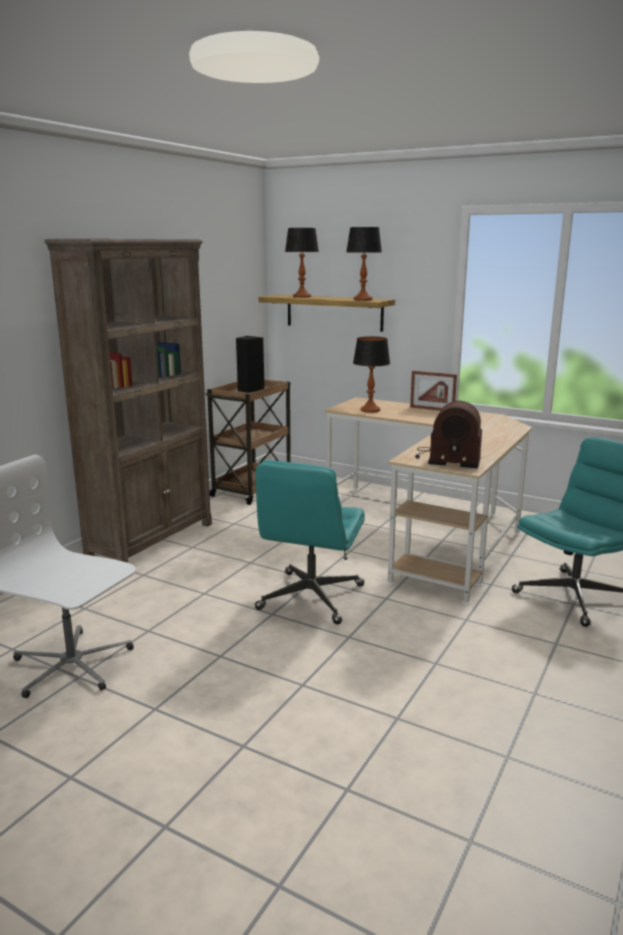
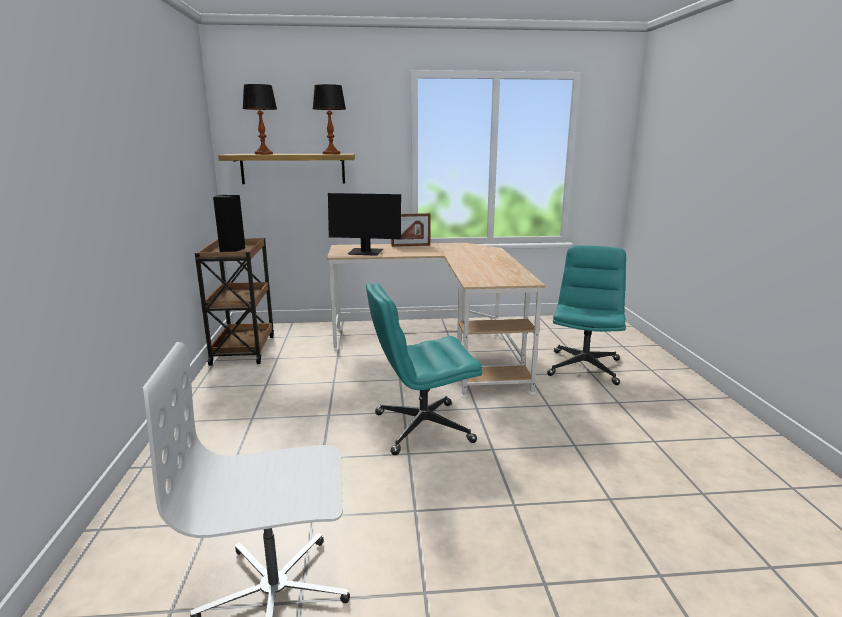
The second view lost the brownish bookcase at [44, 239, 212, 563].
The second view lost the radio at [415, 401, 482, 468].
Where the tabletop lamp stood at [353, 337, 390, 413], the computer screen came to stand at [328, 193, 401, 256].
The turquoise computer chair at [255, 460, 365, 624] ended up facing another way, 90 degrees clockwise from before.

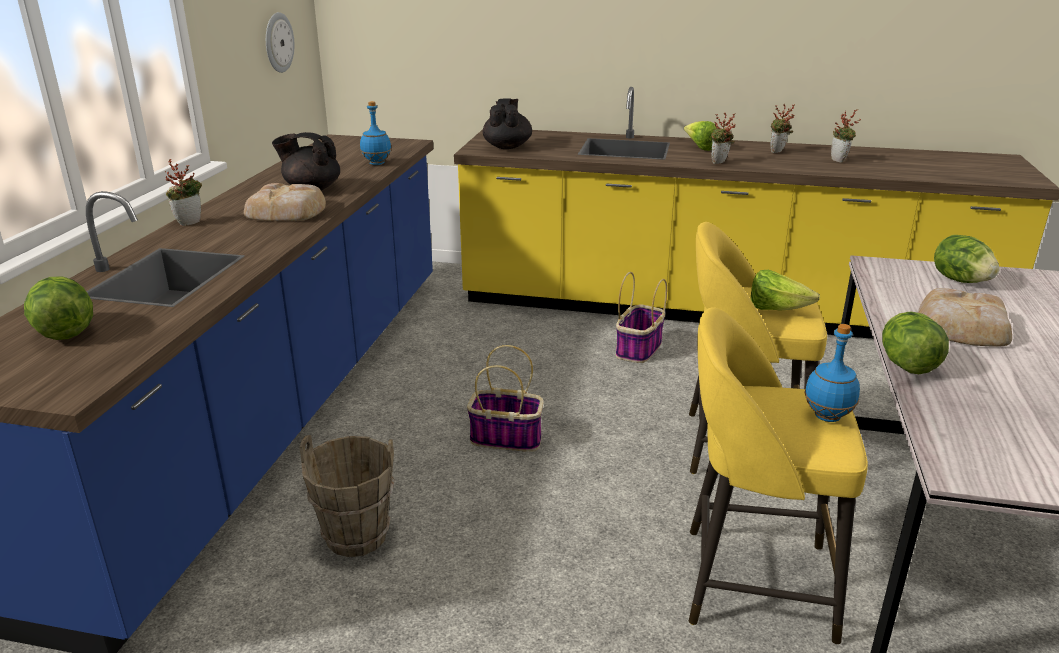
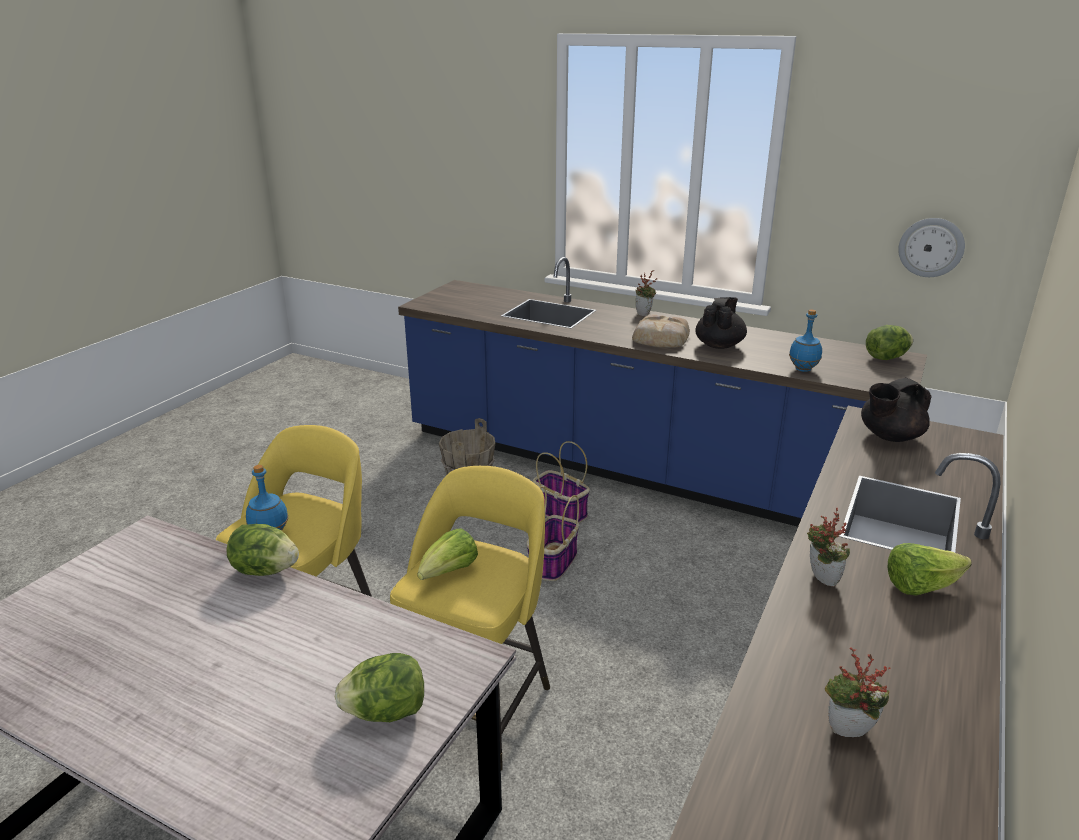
The second view lost the potted plant at [770, 104, 795, 153].
The second view lost the bakery bread at [918, 288, 1012, 347].
The lettuce ended up elsewhere, having gone from [24, 276, 93, 340] to [866, 325, 913, 360].
The basket ended up elsewhere, having gone from [616, 272, 667, 363] to [533, 441, 590, 523].
The black tea pot at [483, 98, 532, 149] ended up facing another way, 135 degrees clockwise from before.

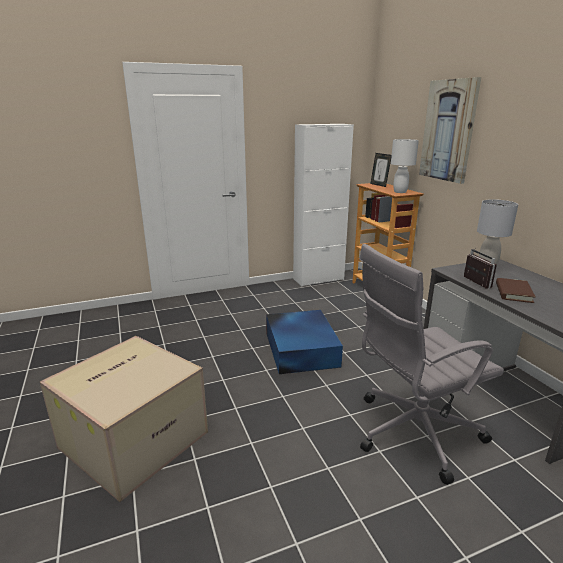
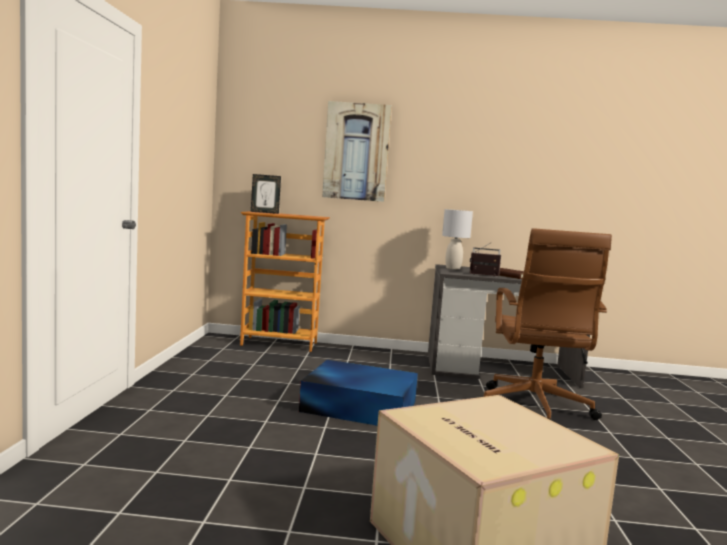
The second view lost the white cabinet at [293, 124, 354, 286].
The second view lost the white tabletop lamp at [391, 139, 419, 193].
What was the grey computer chair at [359, 244, 504, 485] turned into the brownish computer chair at [483, 228, 612, 422].

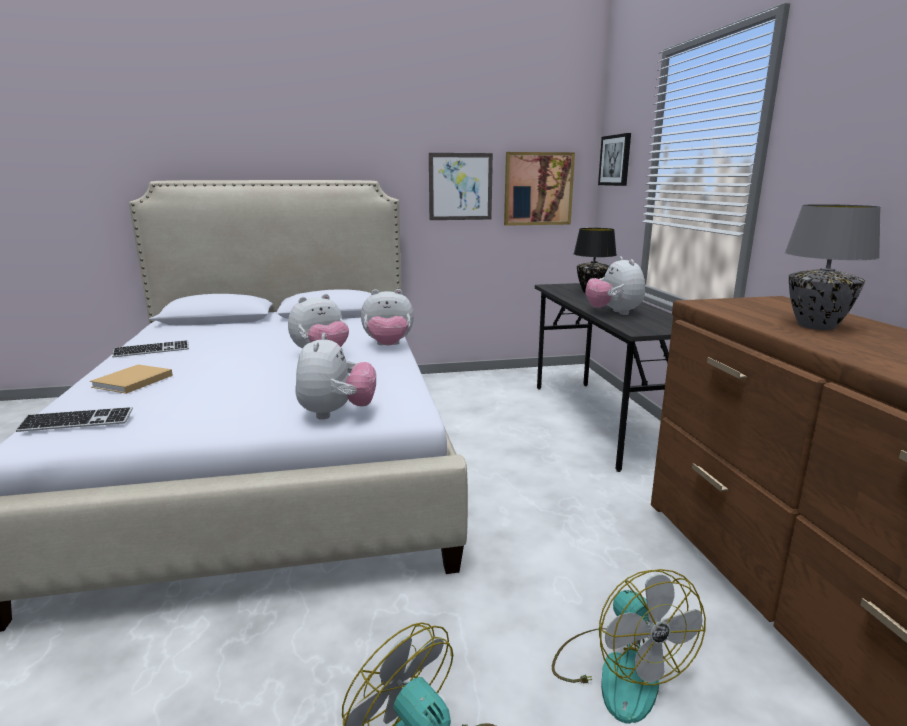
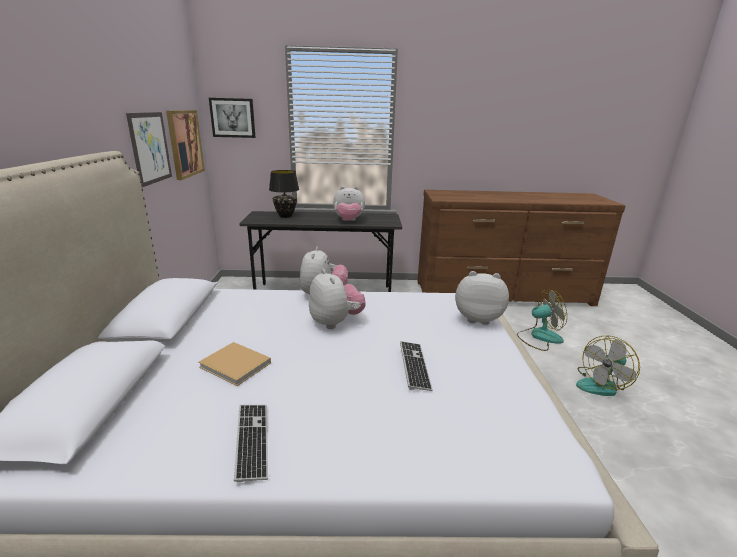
The second view lost the grey tabletop lamp at [785, 204, 881, 330].
The keyboard ended up elsewhere, having gone from [16, 407, 133, 432] to [400, 341, 433, 391].
The beige bound book ended up elsewhere, having gone from [90, 364, 173, 394] to [198, 342, 271, 386].

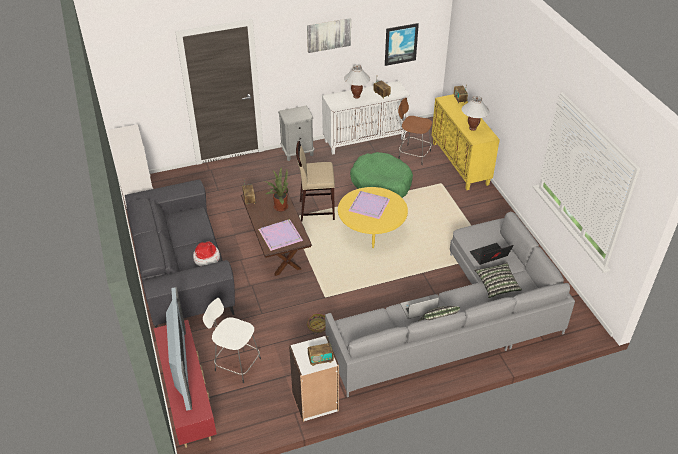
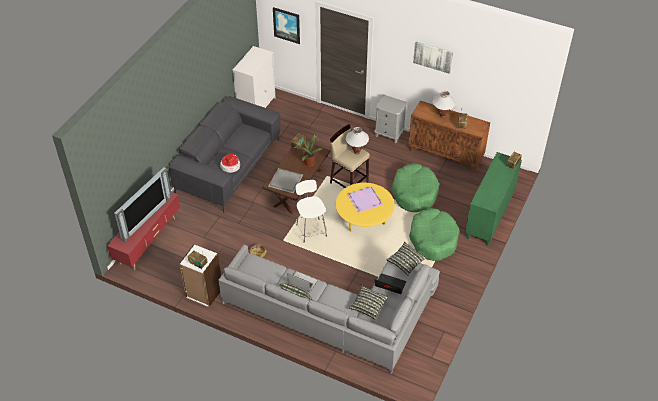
The second view lost the brownish stool at [398, 98, 432, 165].
The second view gained the pillow at [387, 242, 427, 275].
The second view gained the greenish dog bed at [409, 208, 459, 261].
The white stool ended up elsewhere, having gone from [203, 298, 261, 383] to [296, 180, 327, 242].
The picture ended up elsewhere, having gone from [385, 23, 419, 66] to [273, 7, 300, 44].
The white tabletop lamp ended up elsewhere, having gone from [462, 96, 489, 131] to [345, 127, 369, 154].
What was the purple-coloured tray at [258, 219, 303, 251] turned into the grey tray at [268, 168, 303, 193].
What was the white cabinet at [322, 81, 410, 155] turned into the brownish cabinet at [408, 101, 490, 172].
What was the yellow cabinet at [432, 94, 500, 190] turned into the greenish cabinet at [465, 152, 522, 246].

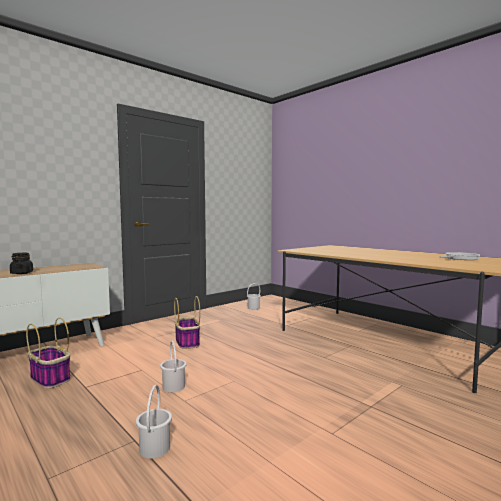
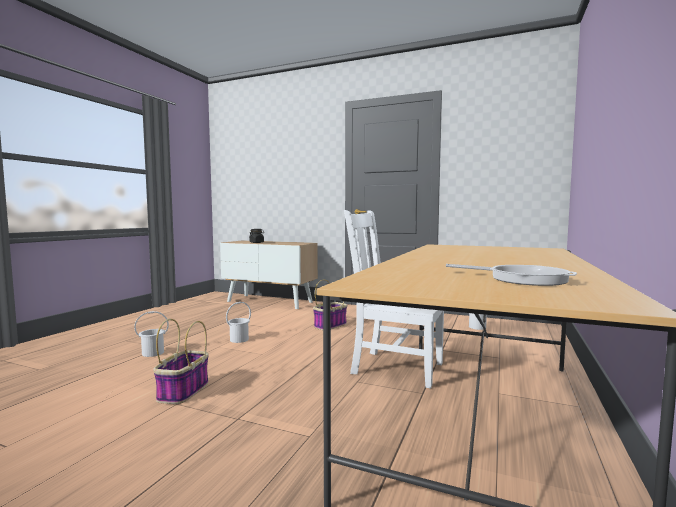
The second view gained the white plain chair at [344, 210, 444, 388].
The basket ended up elsewhere, having gone from [26, 318, 70, 389] to [153, 319, 209, 404].

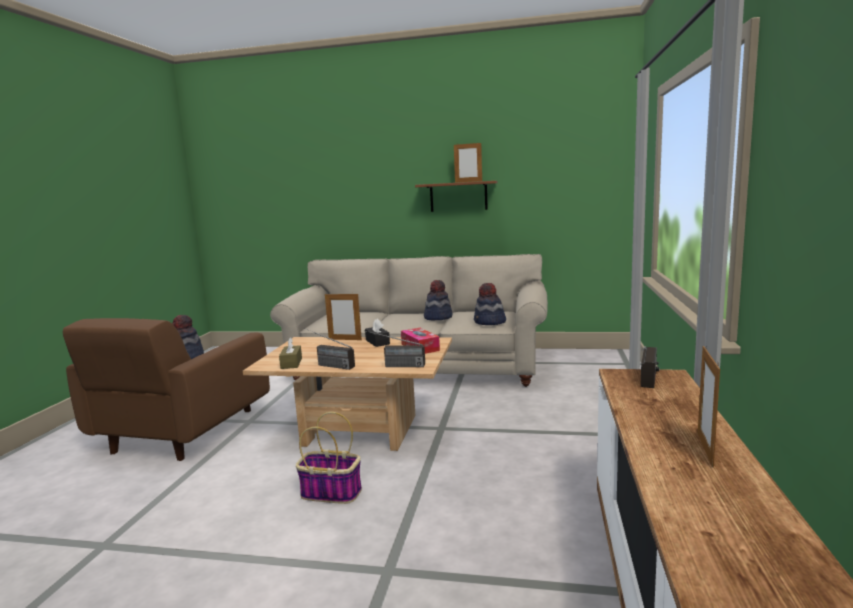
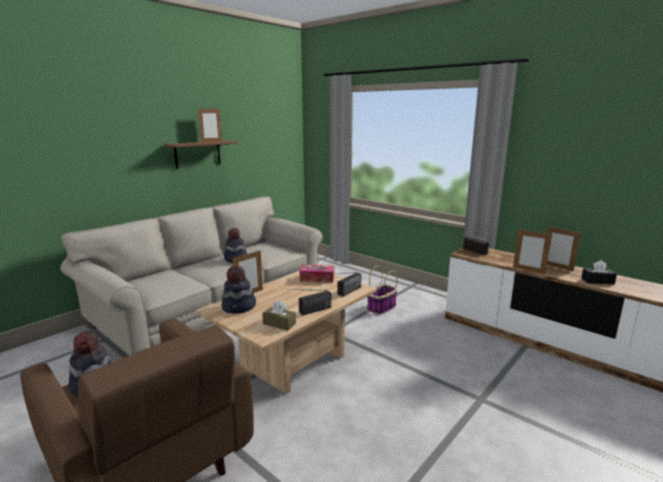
The second view gained the picture frame at [513, 229, 552, 274].
The basket ended up elsewhere, having gone from [296, 412, 362, 504] to [367, 266, 398, 315].
The black tissue box ended up elsewhere, having gone from [365, 319, 390, 347] to [581, 260, 617, 284].
The wearable hat ended up elsewhere, having gone from [474, 283, 506, 325] to [222, 265, 256, 314].

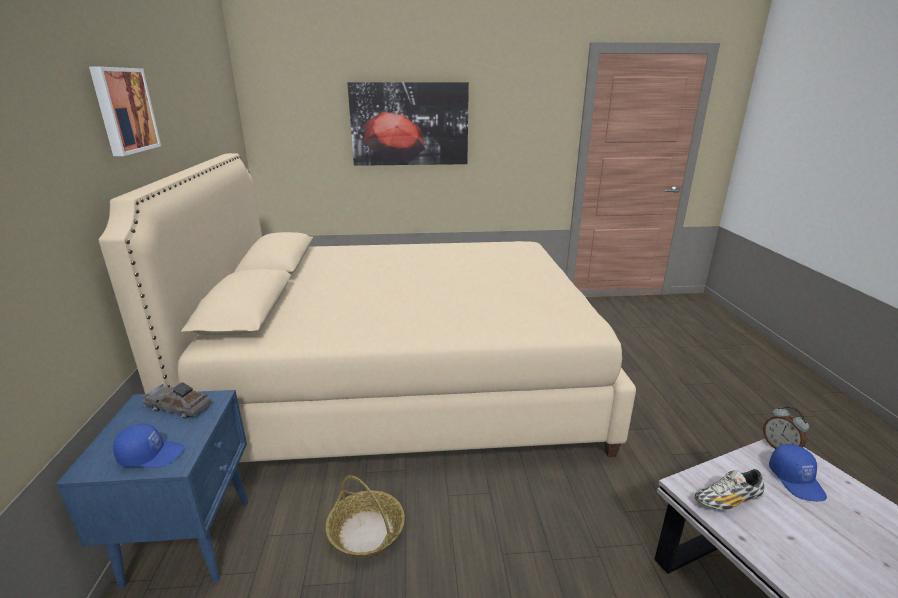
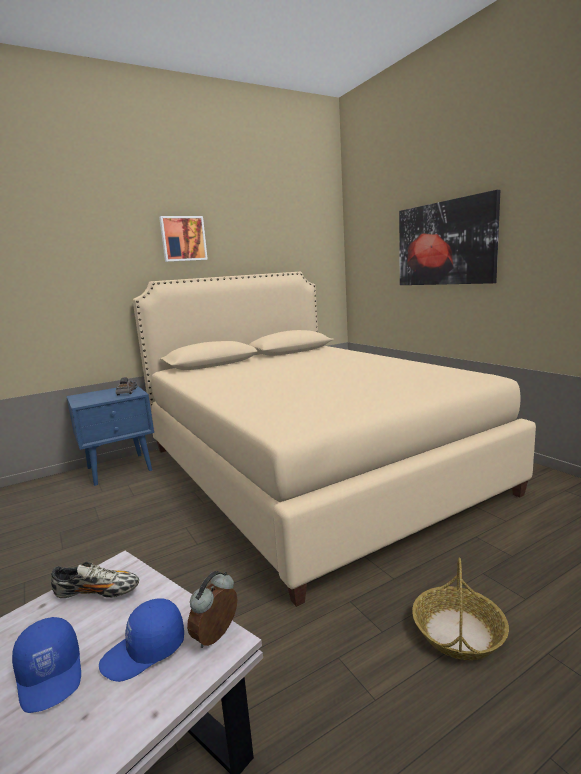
The blue baseball cap ended up elsewhere, having gone from [113, 424, 184, 468] to [12, 617, 81, 713].
The basket ended up elsewhere, having gone from [326, 475, 405, 558] to [412, 558, 509, 660].
The shoe at [695, 469, 764, 510] ended up facing another way, 135 degrees clockwise from before.

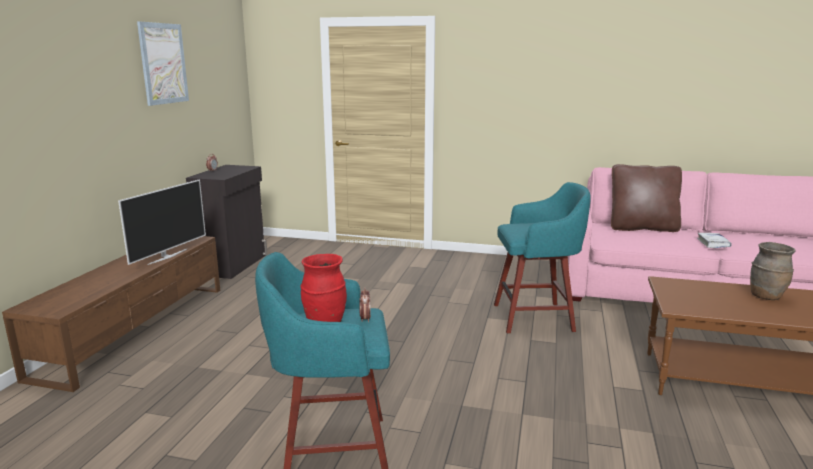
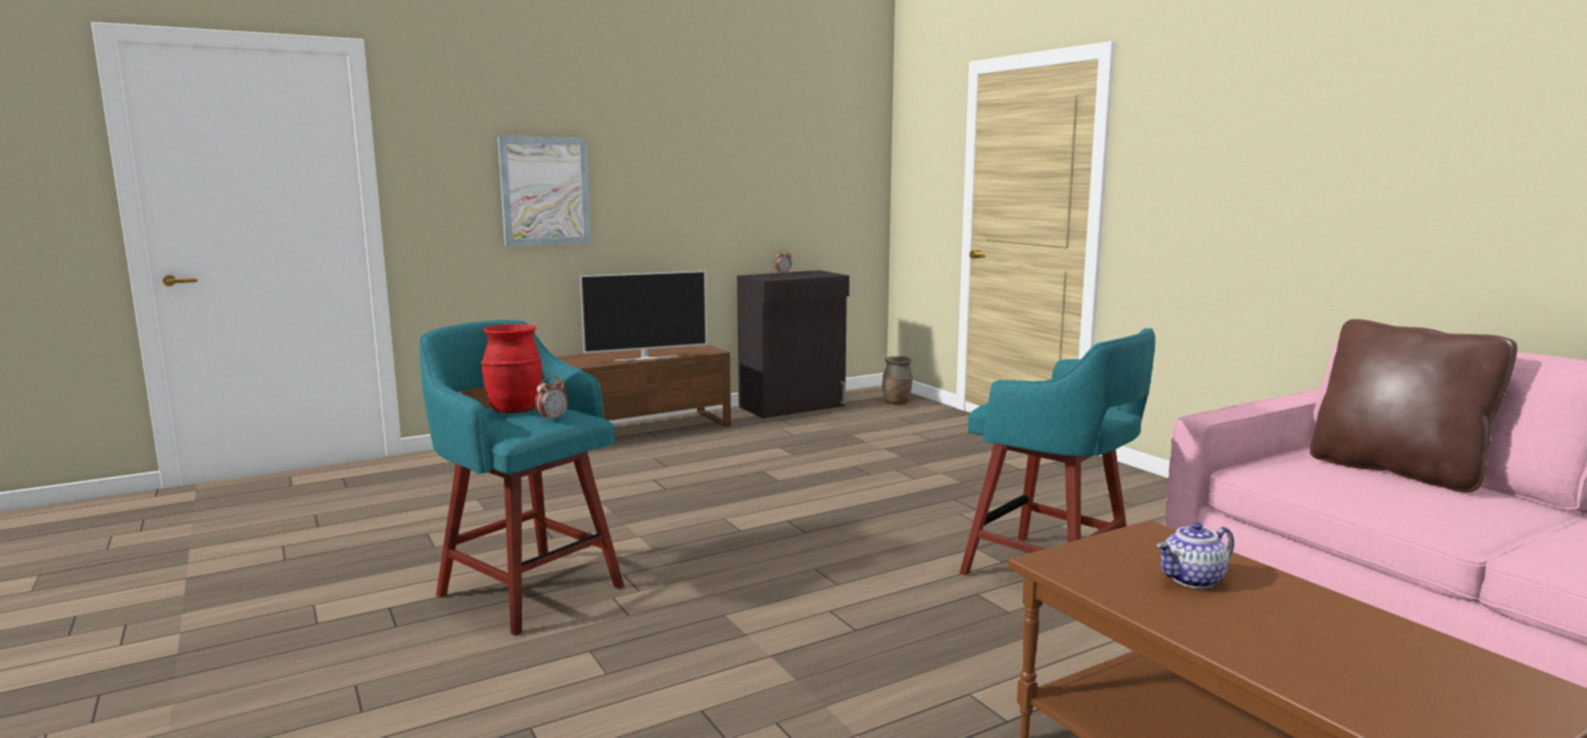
The second view lost the white bound book at [697, 233, 732, 248].
The second view gained the tea pot at [1156, 522, 1234, 589].
The picture ended up elsewhere, having gone from [137, 21, 189, 106] to [498, 136, 591, 246].
The brownish decorative vase ended up elsewhere, having gone from [750, 242, 796, 300] to [882, 356, 912, 404].

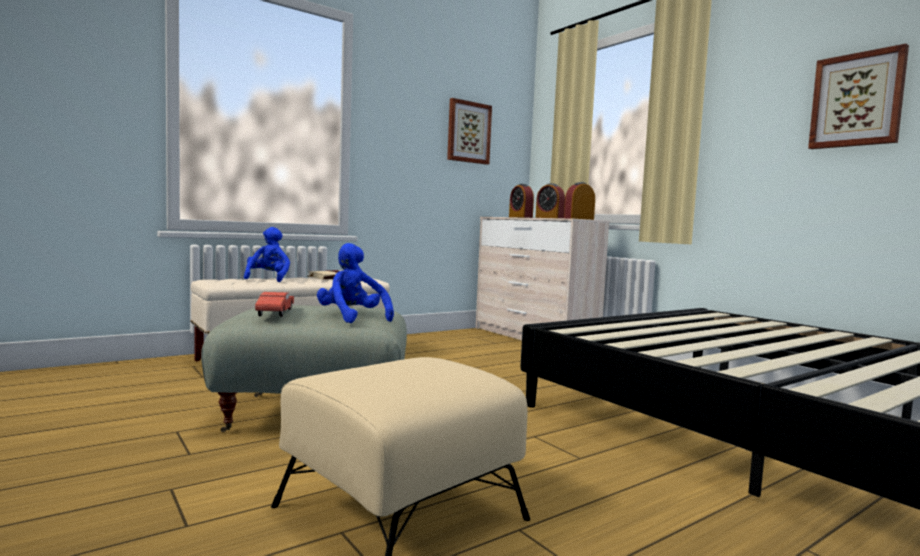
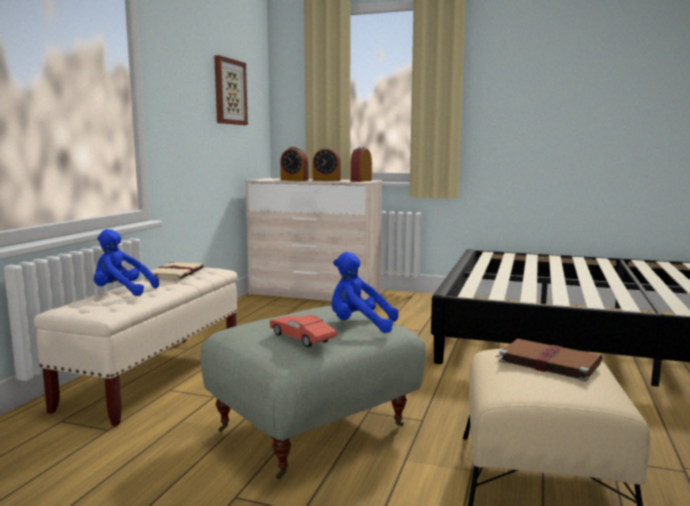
The second view lost the picture at [808, 44, 909, 149].
The second view gained the brownish bound book at [495, 339, 602, 381].
The blue soft toy at [244, 227, 290, 282] ended up facing another way, 45 degrees counterclockwise from before.

